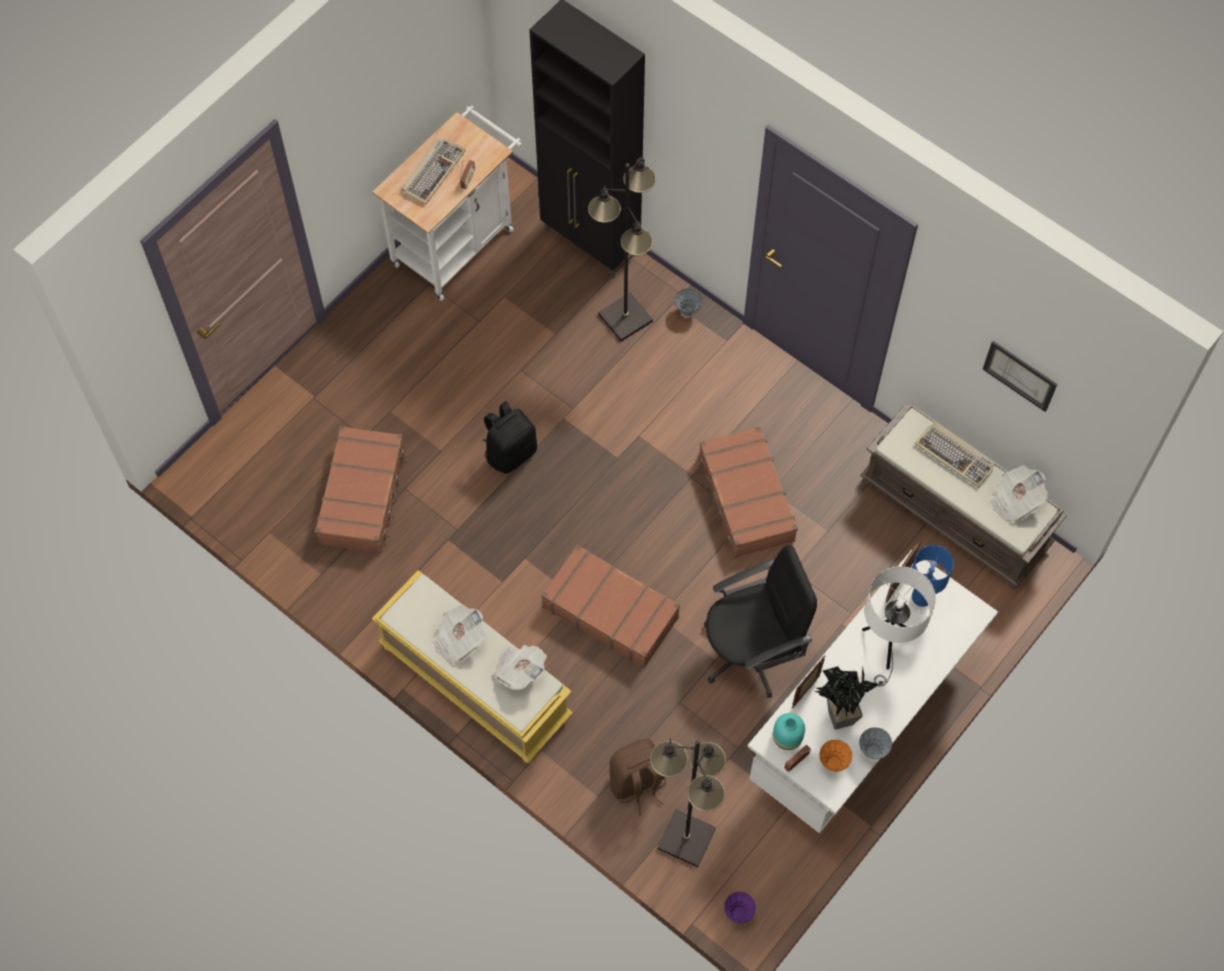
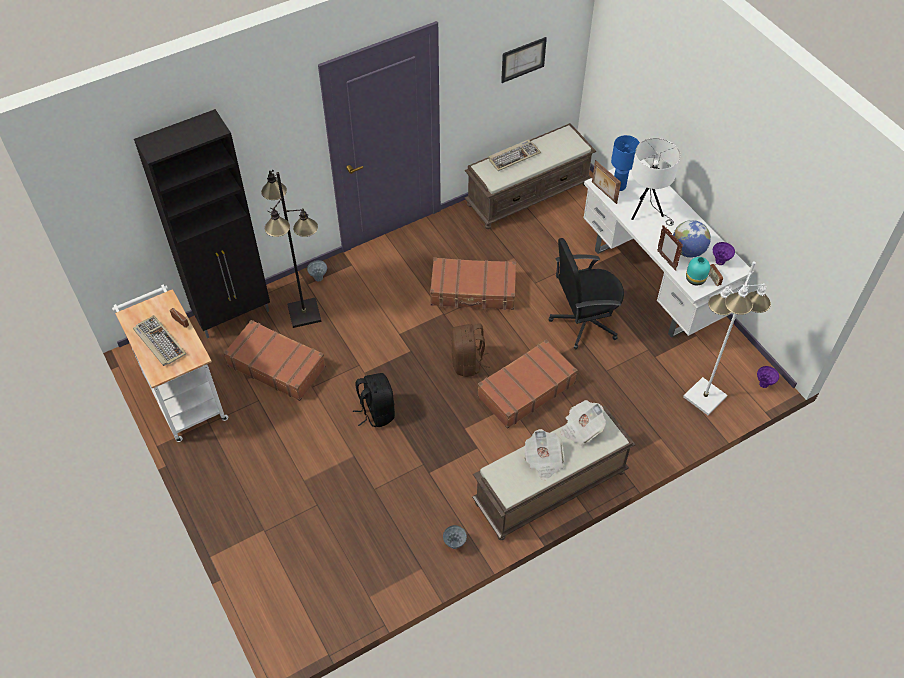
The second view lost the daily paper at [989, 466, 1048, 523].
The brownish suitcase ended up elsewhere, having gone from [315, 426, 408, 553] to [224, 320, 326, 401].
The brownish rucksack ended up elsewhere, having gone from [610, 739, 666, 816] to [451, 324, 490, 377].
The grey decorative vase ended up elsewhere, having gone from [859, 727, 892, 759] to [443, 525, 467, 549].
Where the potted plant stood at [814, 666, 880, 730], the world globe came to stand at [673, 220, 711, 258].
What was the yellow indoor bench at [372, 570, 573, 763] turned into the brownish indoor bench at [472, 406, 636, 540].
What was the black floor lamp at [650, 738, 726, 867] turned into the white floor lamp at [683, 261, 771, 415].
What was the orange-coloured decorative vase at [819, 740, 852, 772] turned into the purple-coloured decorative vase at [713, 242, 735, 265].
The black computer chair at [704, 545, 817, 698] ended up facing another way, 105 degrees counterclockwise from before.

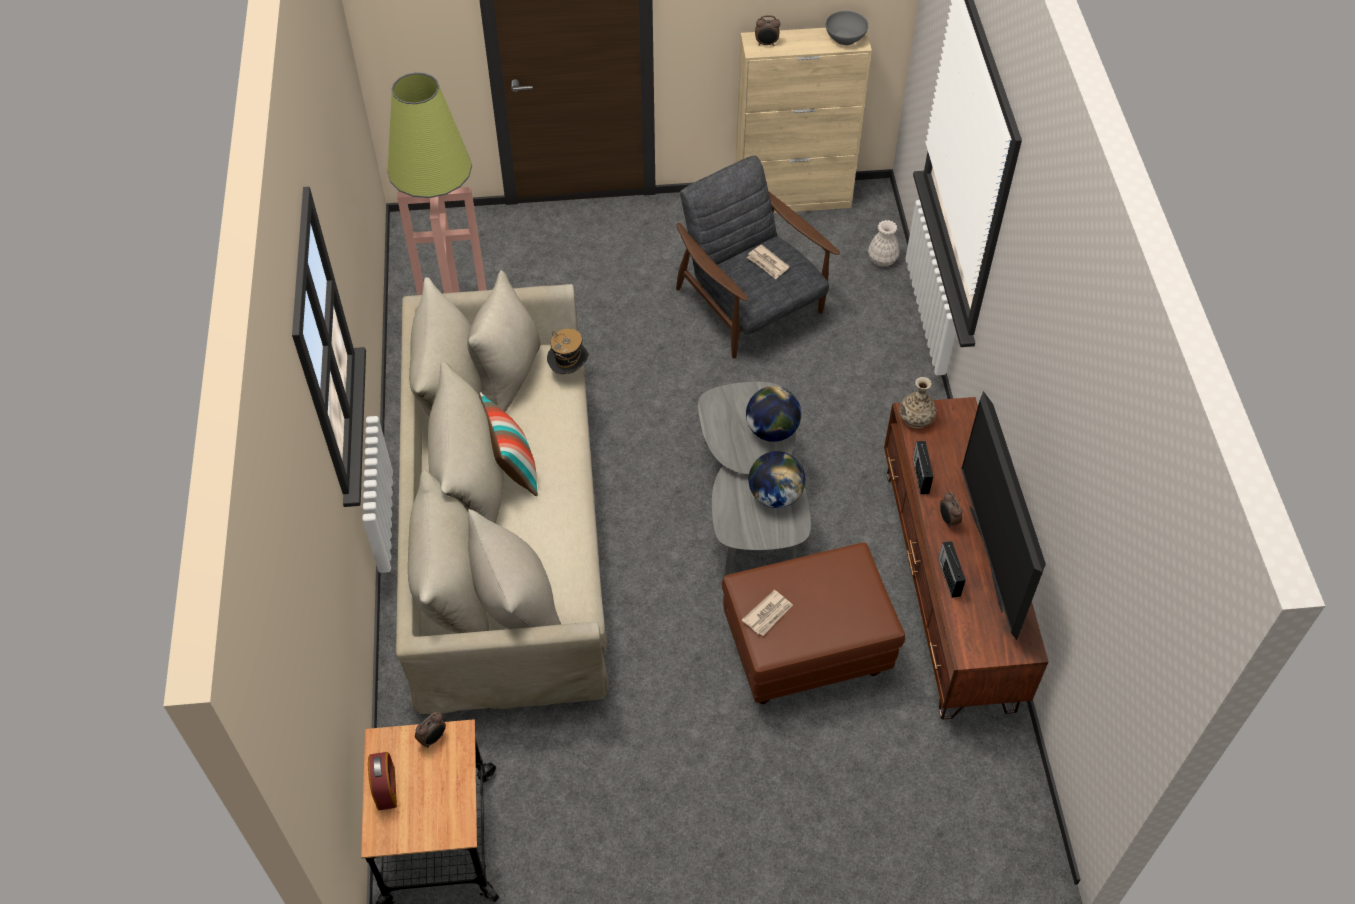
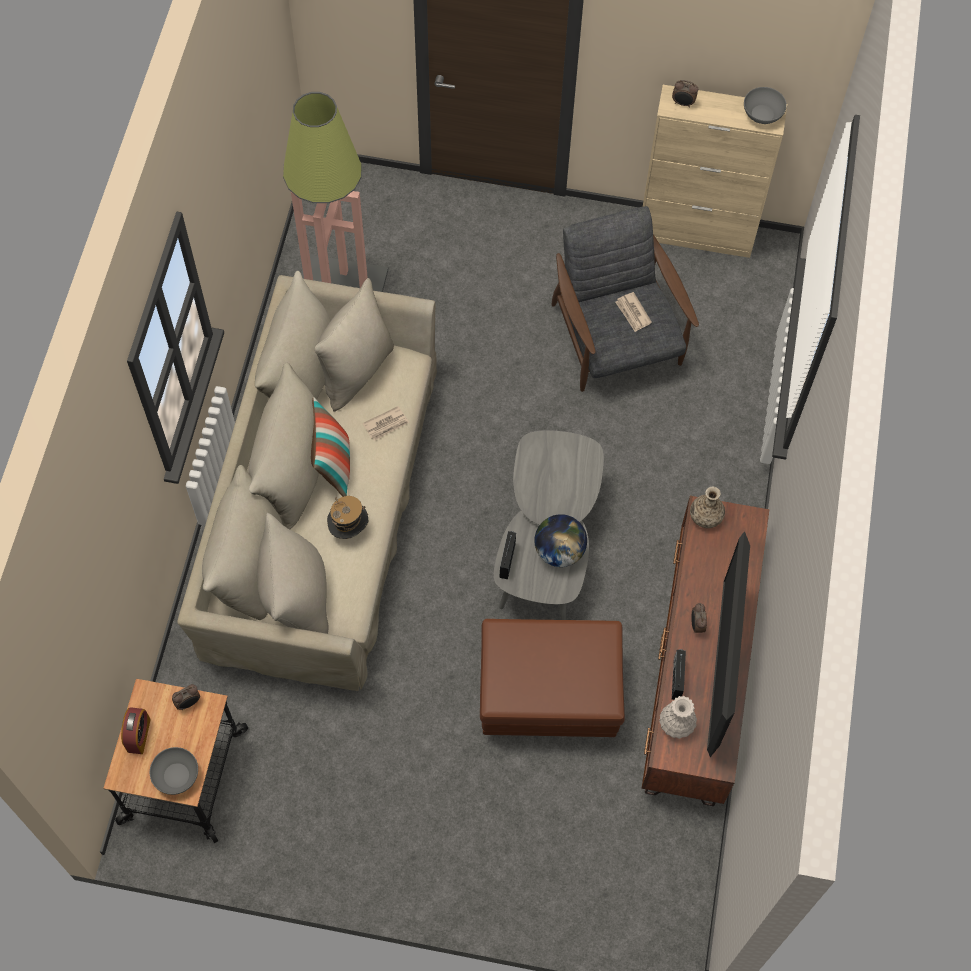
The second view lost the world globe at [746, 386, 801, 442].
The second view gained the grey bowl at [150, 747, 198, 795].
The wearable hat ended up elsewhere, having gone from [547, 329, 589, 374] to [327, 496, 368, 539].
The daily paper ended up elsewhere, having gone from [742, 590, 793, 636] to [362, 406, 409, 441].
The white decorative vase ended up elsewhere, having gone from [868, 220, 899, 267] to [659, 696, 697, 739].
The radio ended up elsewhere, having gone from [913, 441, 934, 494] to [499, 531, 516, 579].

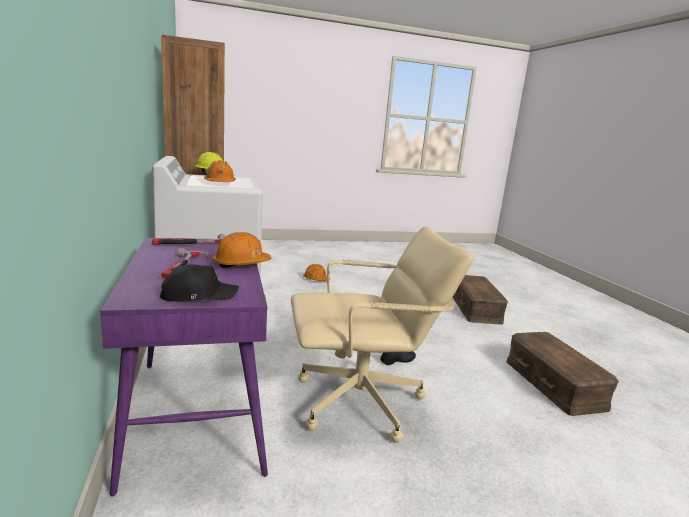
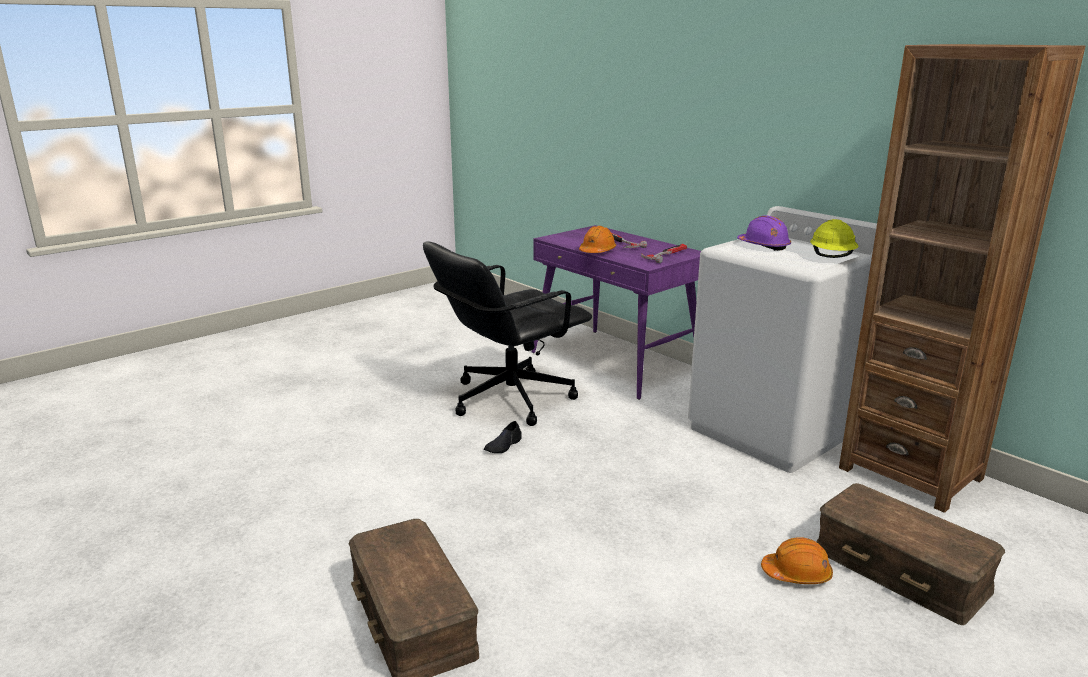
The second view lost the black baseball cap at [160, 264, 239, 302].
The brownish storage box ended up elsewhere, having gone from [506, 332, 619, 416] to [817, 483, 1005, 625].
What was the orange-coloured safety helmet at [204, 160, 236, 182] turned into the purple-coloured safety helmet at [737, 215, 791, 251].
What was the beige computer chair at [291, 226, 473, 443] turned into the black computer chair at [423, 242, 592, 426].

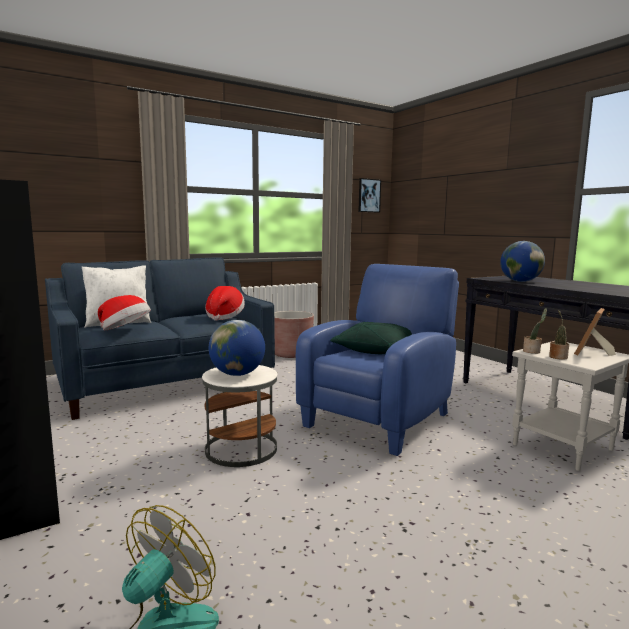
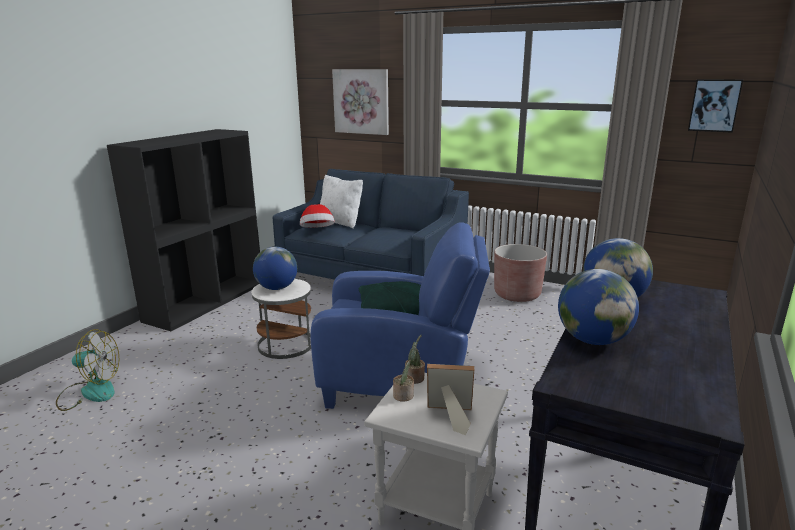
The second view lost the wearable hat at [205, 286, 245, 321].
The second view gained the picture at [332, 69, 389, 135].
The second view gained the world globe at [558, 269, 639, 345].

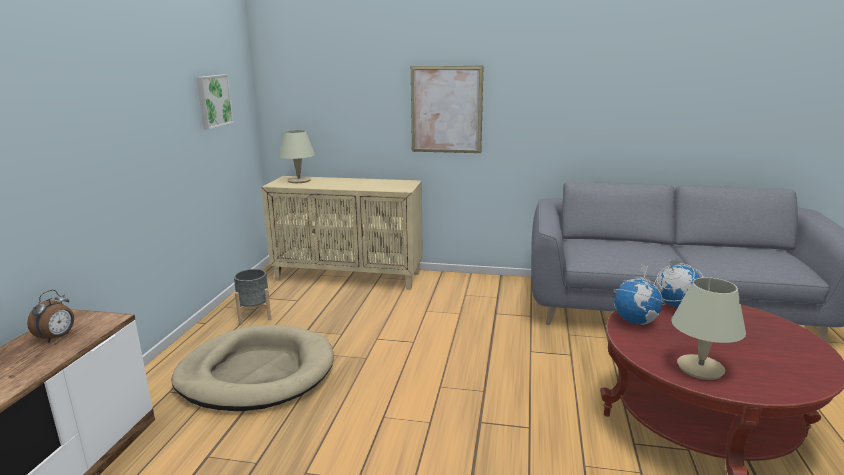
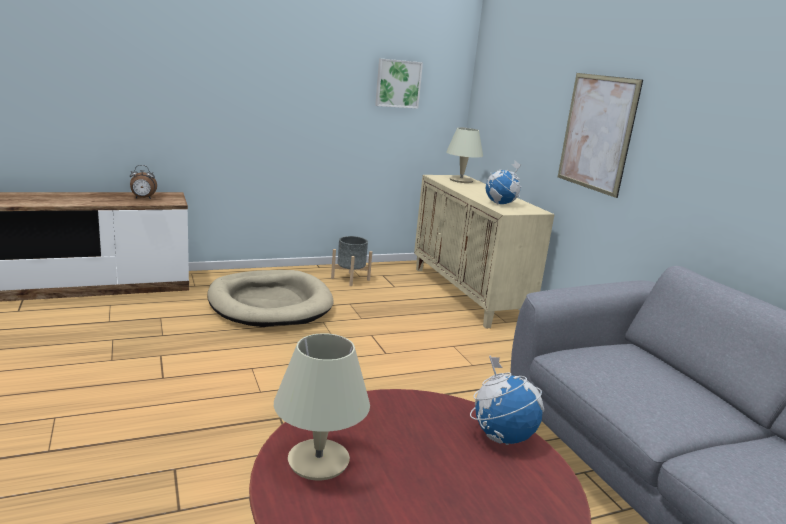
The world globe ended up elsewhere, having gone from [613, 264, 666, 325] to [486, 160, 522, 204].

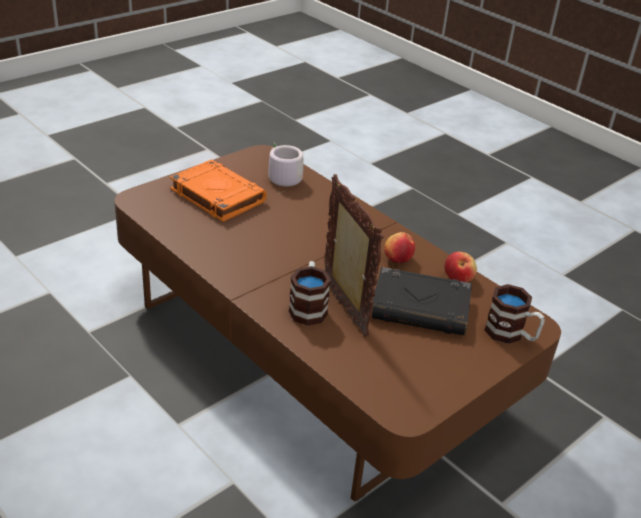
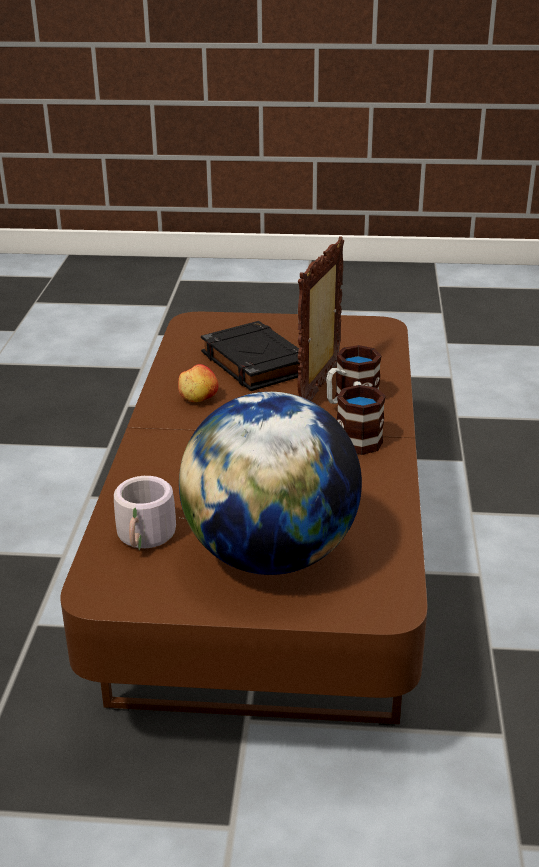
The second view lost the apple at [444, 252, 477, 283].
The mug ended up elsewhere, having gone from [484, 284, 545, 344] to [337, 381, 386, 455].
Where the orange-coloured bound book stood at [170, 160, 267, 222], the world globe came to stand at [179, 392, 362, 575].

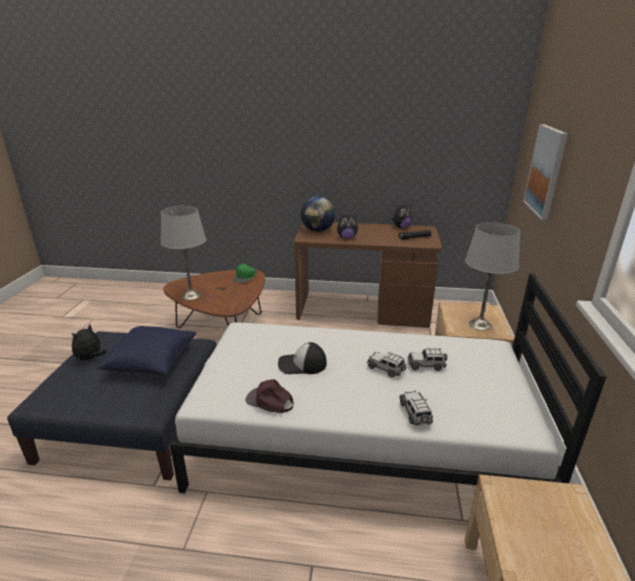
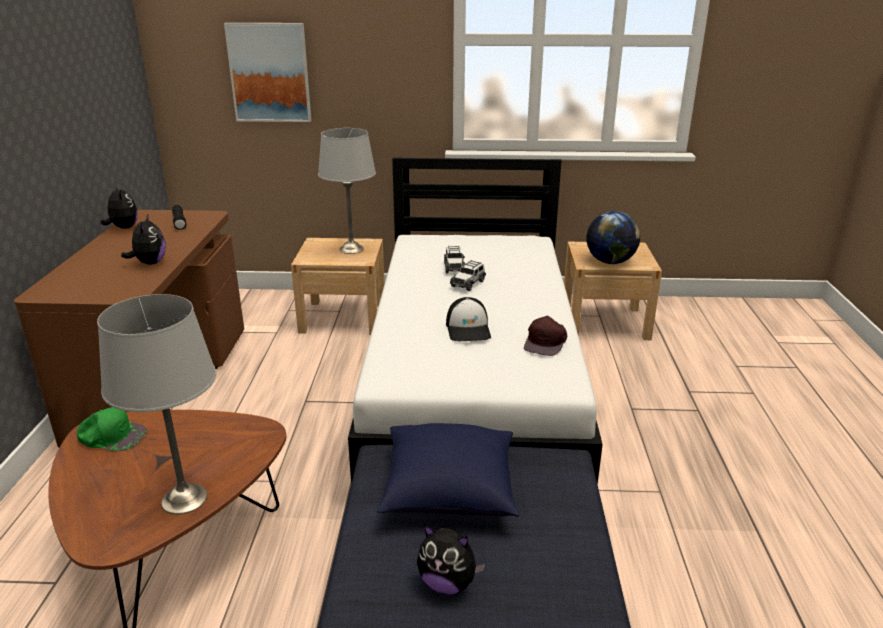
The second view lost the model car at [399, 391, 433, 426].
The world globe ended up elsewhere, having gone from [301, 196, 335, 232] to [586, 211, 640, 264].

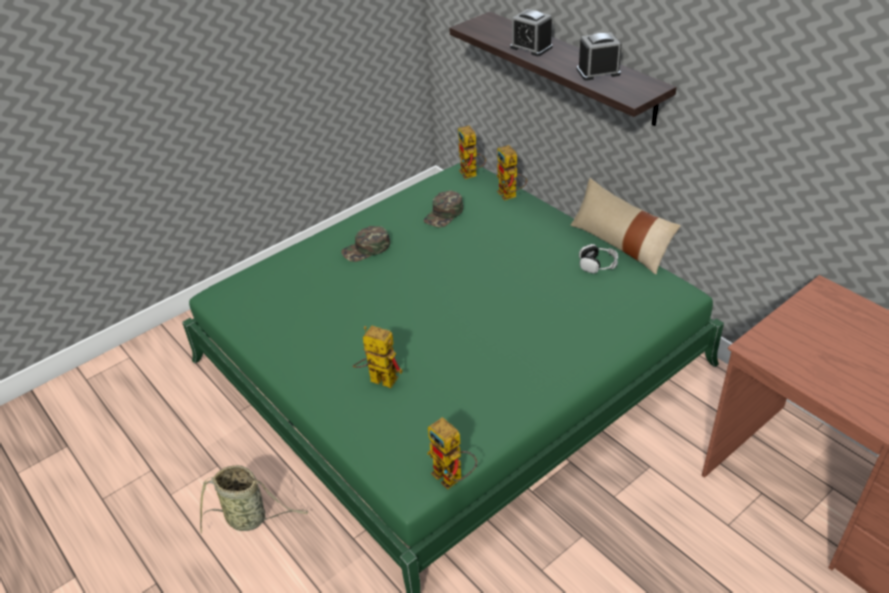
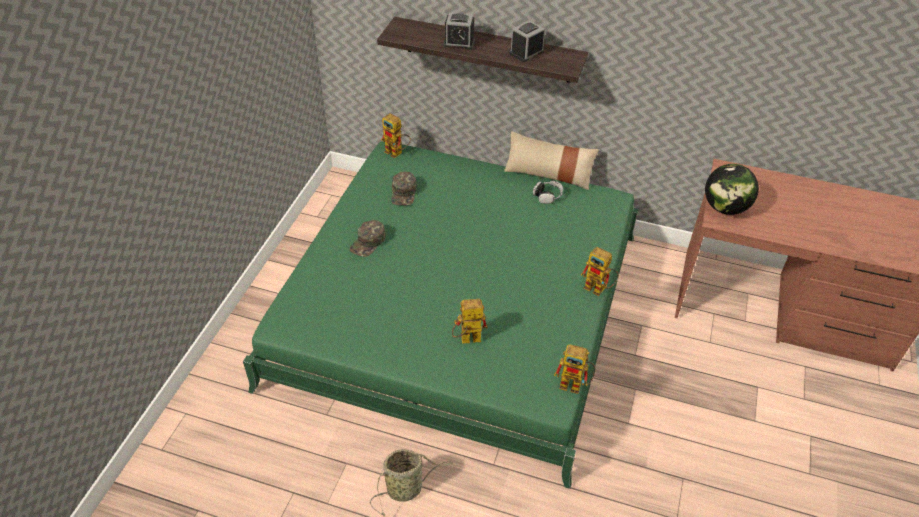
The second view gained the world globe at [705, 164, 759, 215].
The robot figure ended up elsewhere, having gone from [497, 145, 527, 200] to [581, 247, 619, 296].

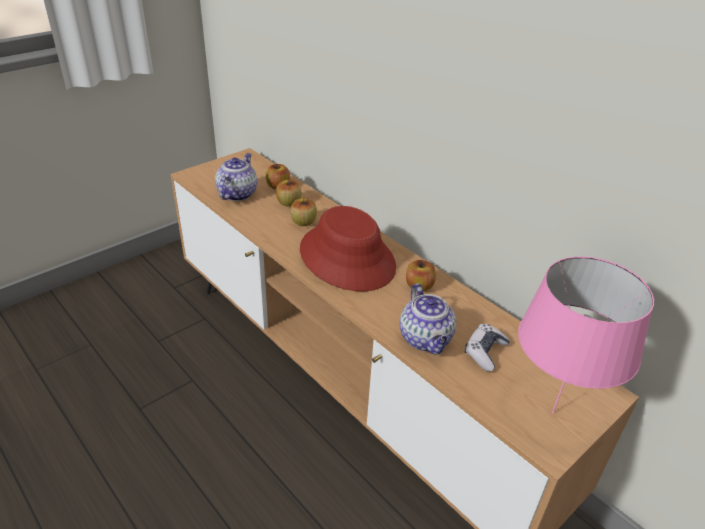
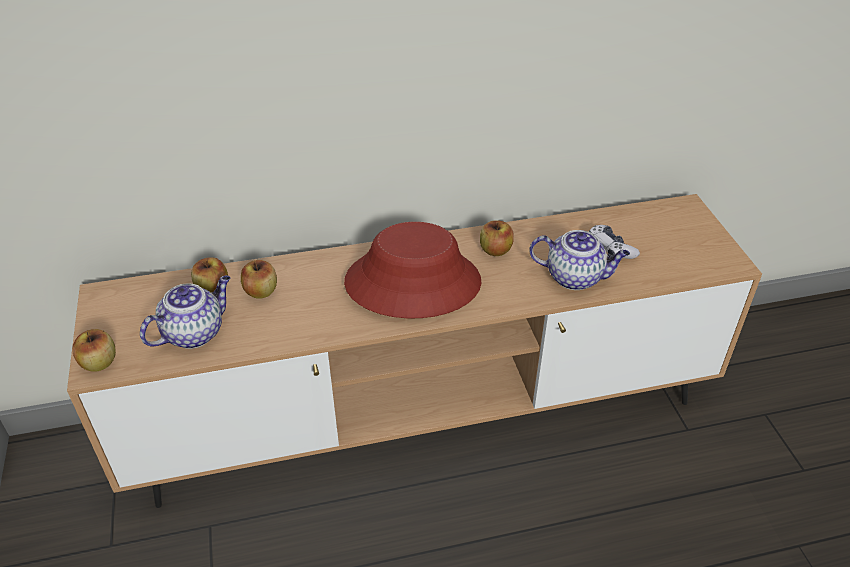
The second view lost the pink-coloured tabletop lamp at [518, 256, 654, 413].
The apple ended up elsewhere, having gone from [290, 198, 317, 226] to [72, 329, 116, 372].
The tea pot at [215, 153, 257, 201] ended up facing another way, 90 degrees clockwise from before.

